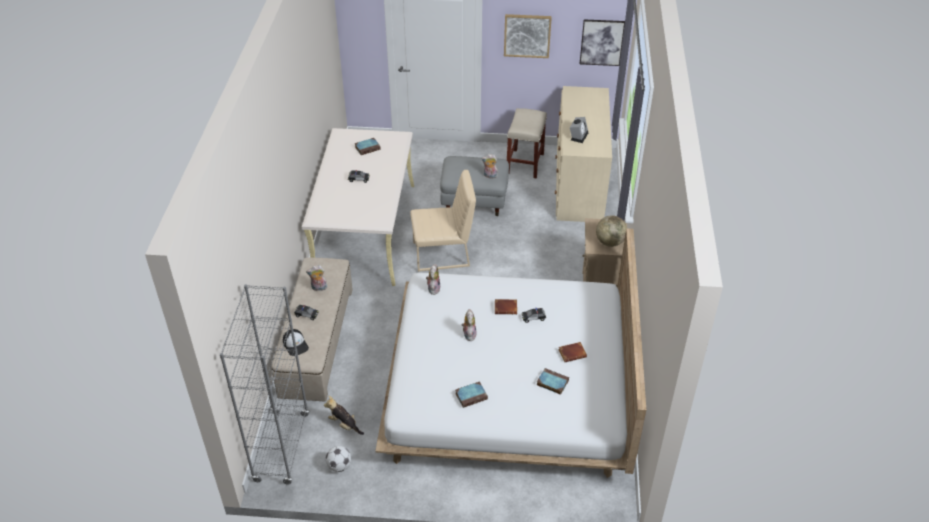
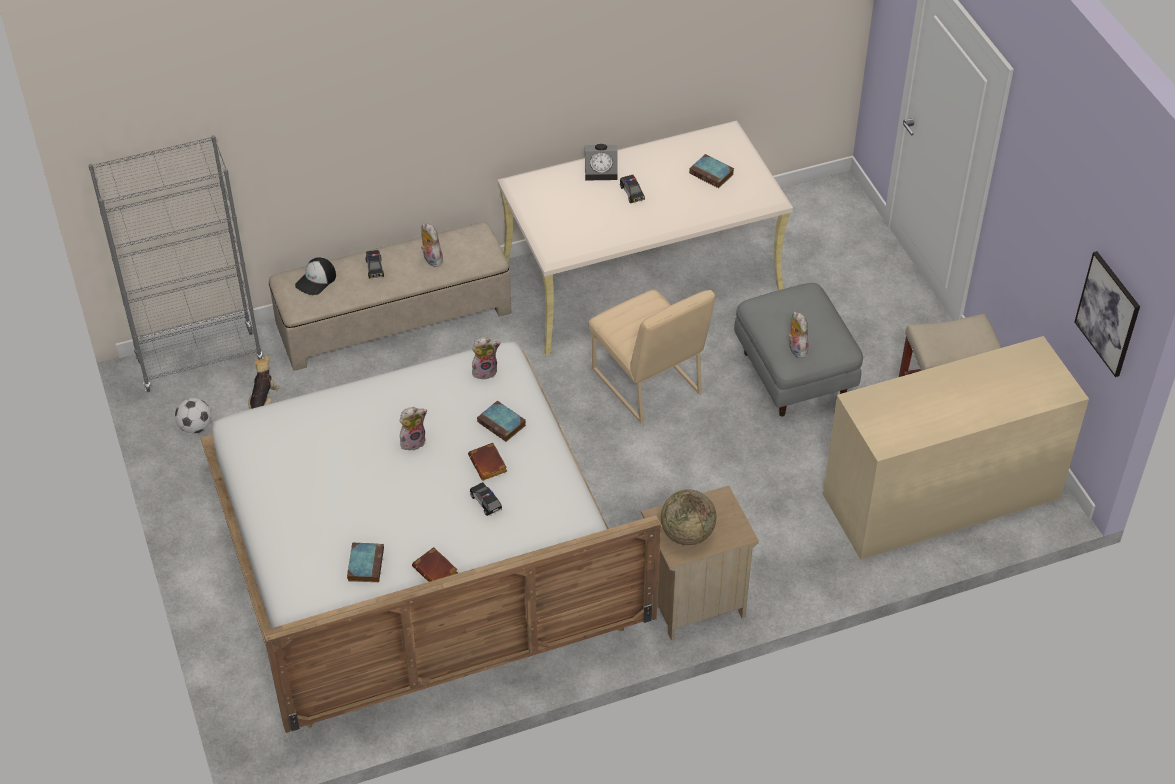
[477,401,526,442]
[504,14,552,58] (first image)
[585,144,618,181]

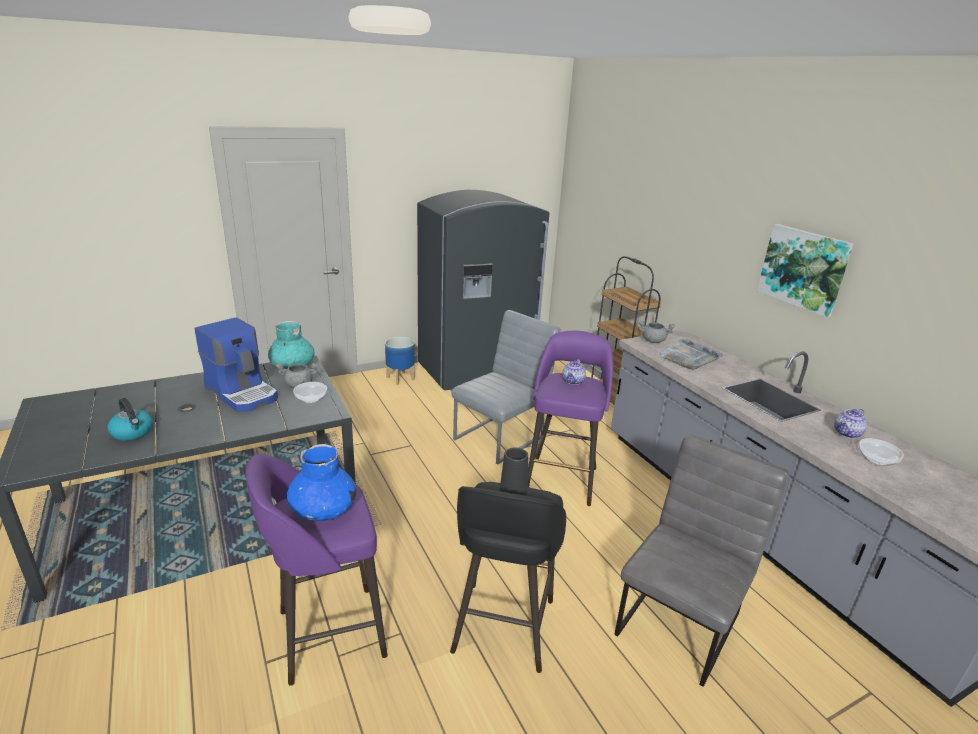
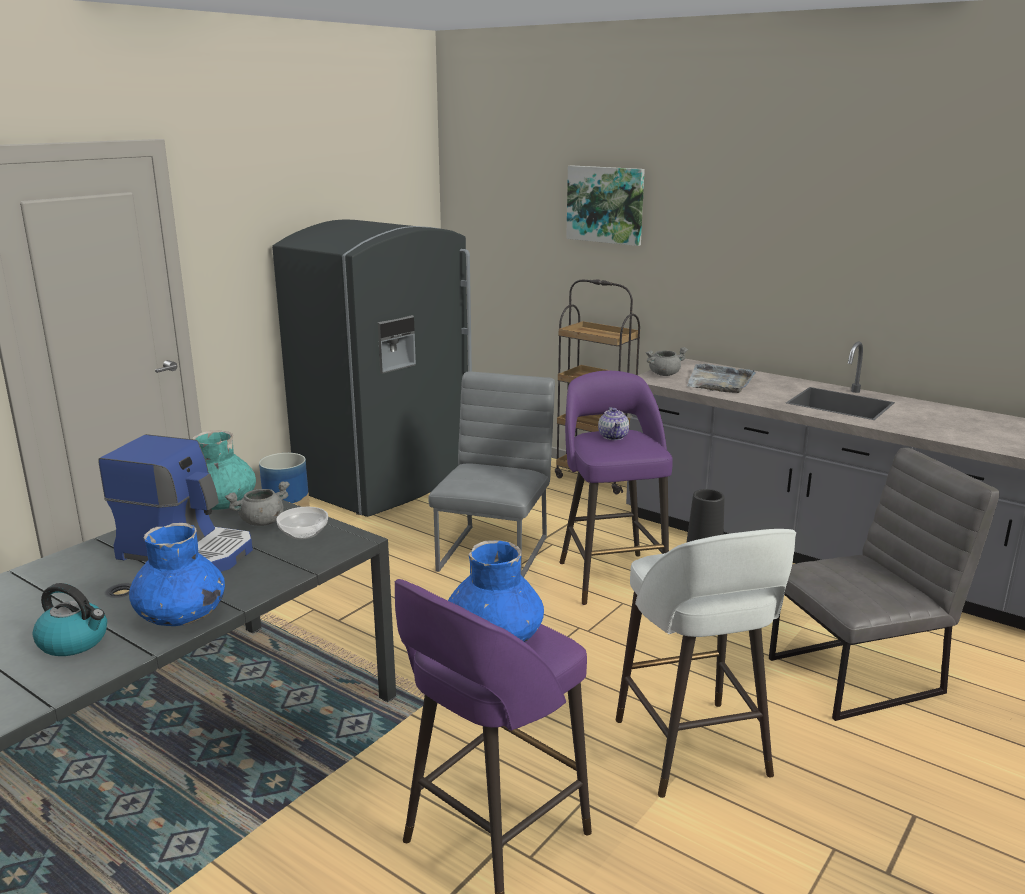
[616,529,796,798]
[769,448,1000,721]
[566,165,645,246]
[834,409,867,438] (first image)
[859,438,904,466] (first image)
[129,523,225,626]

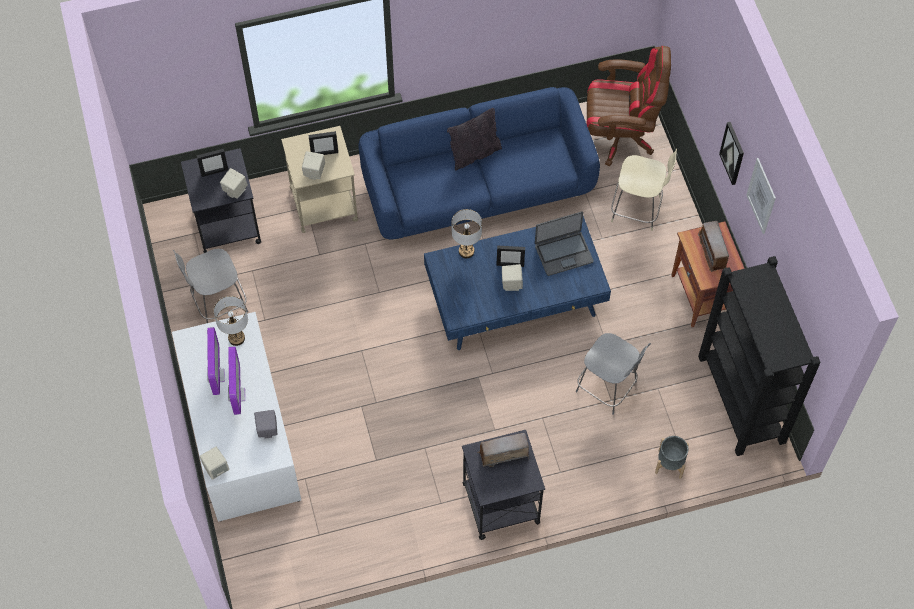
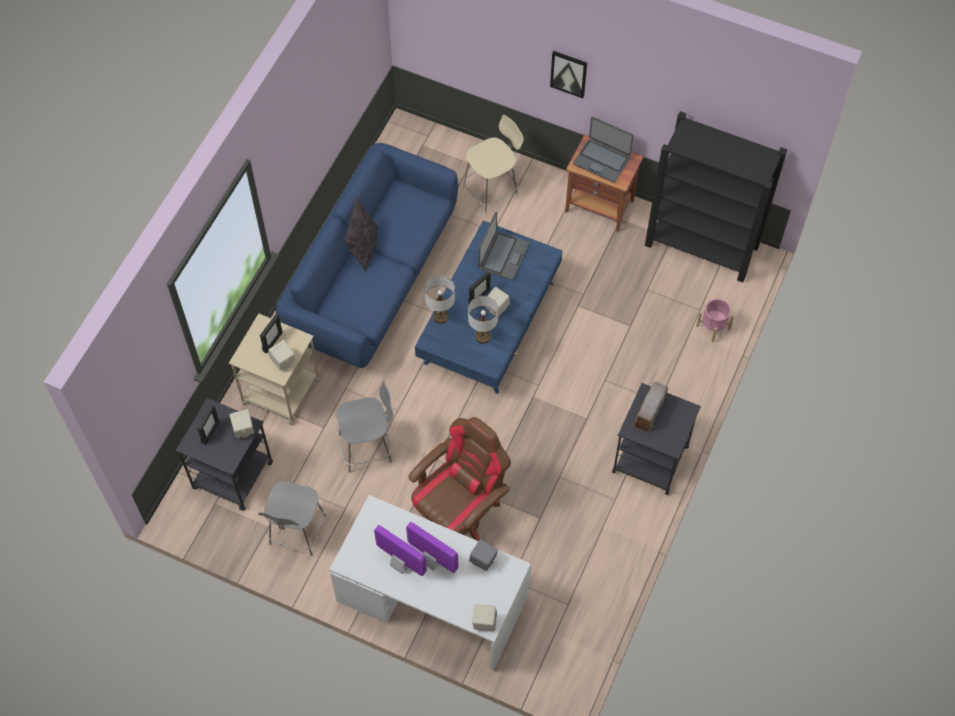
[468,296,498,344]
[337,381,393,473]
[408,417,511,541]
[696,299,734,343]
[573,117,634,183]
[746,158,776,234] (first image)

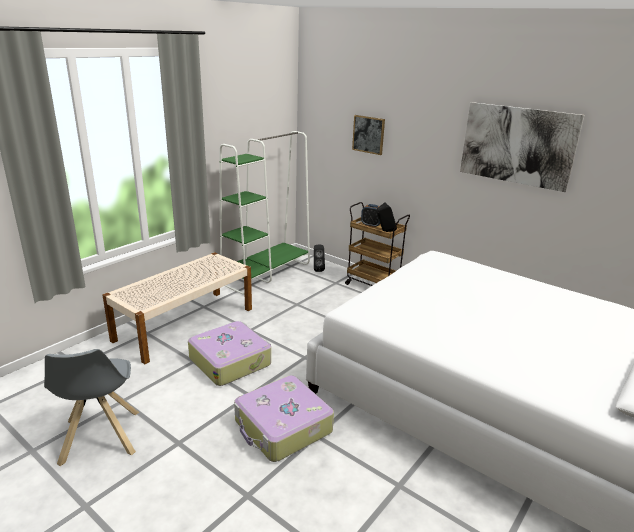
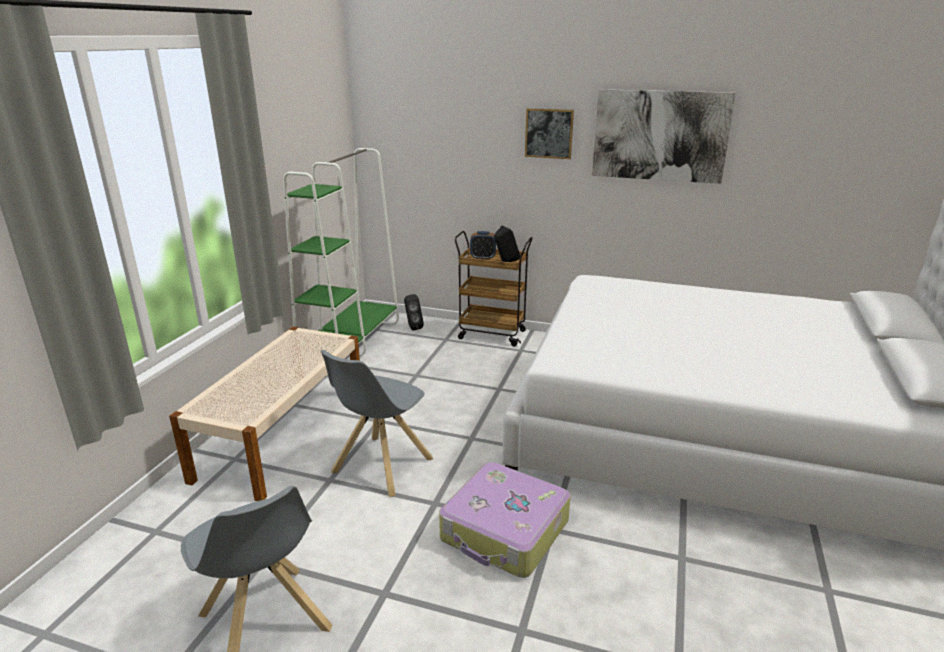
[321,350,433,497]
[525,108,574,159]

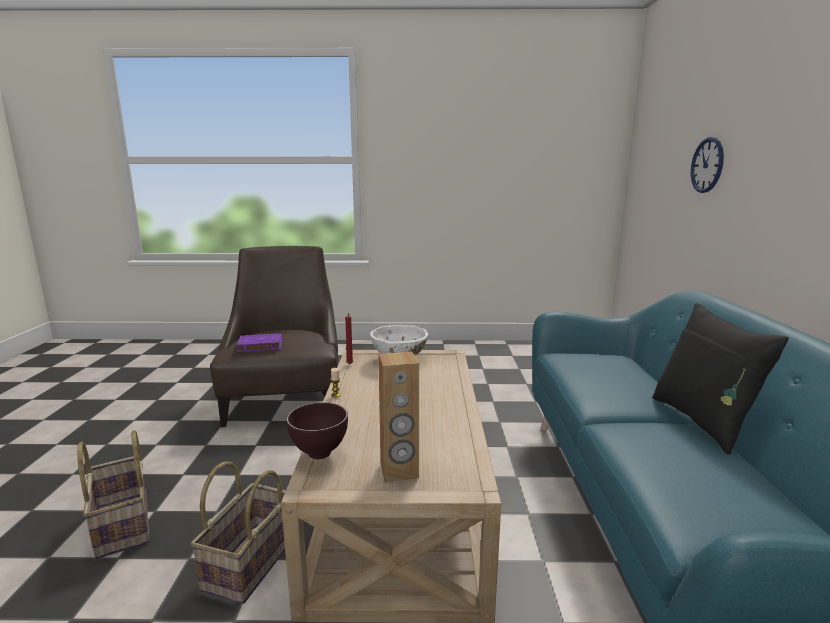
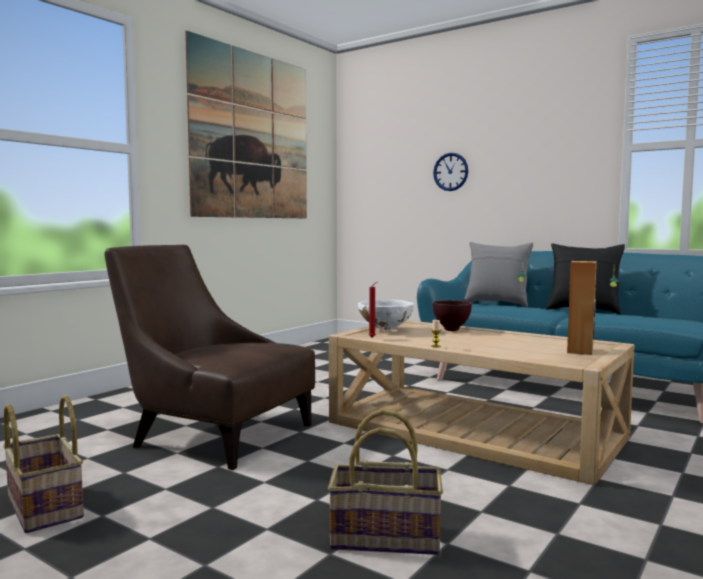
[3,395,84,533]
[237,333,282,352] (first image)
[433,300,472,331]
[185,31,307,218]
[464,242,533,307]

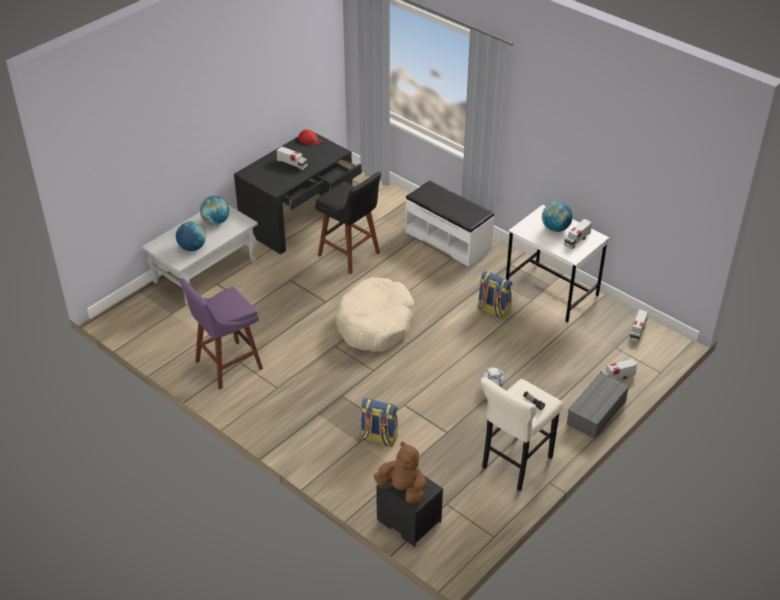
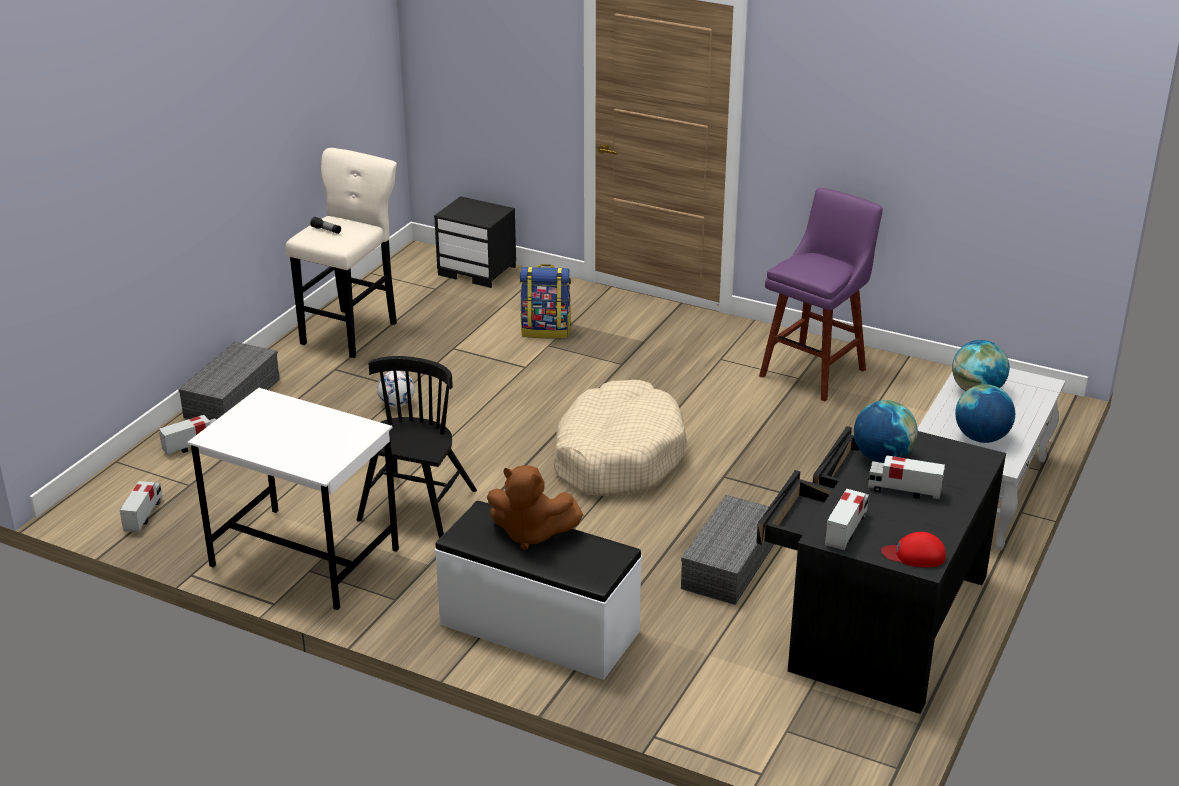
[681,495,774,605]
[487,465,583,550]
[357,356,477,538]
[854,400,918,463]
[825,489,869,550]

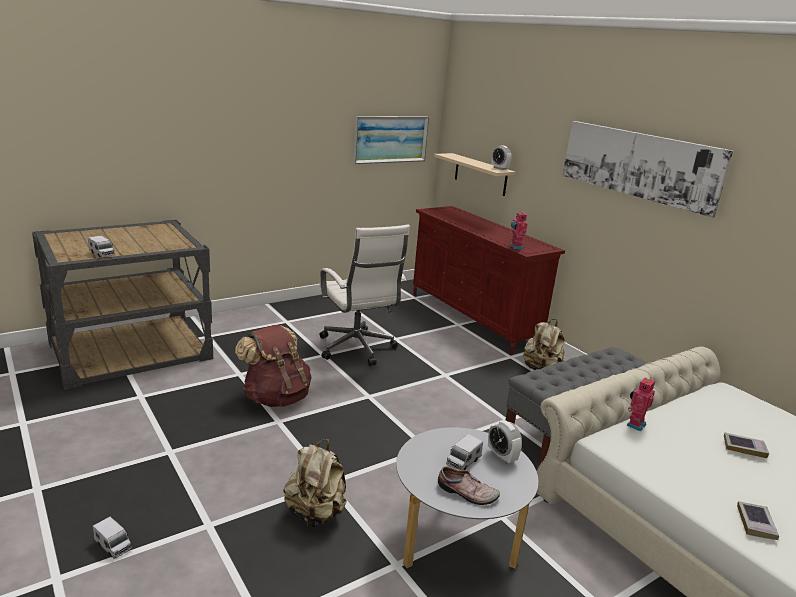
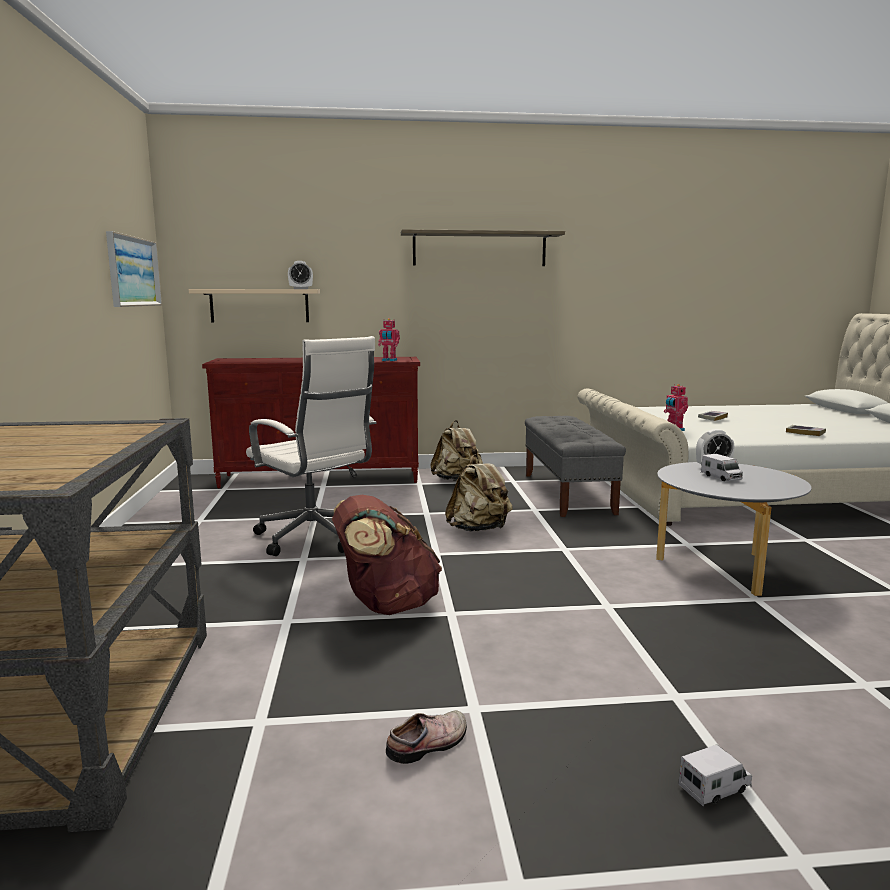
[88,236,115,257] (first image)
[445,454,512,532]
[246,336,377,556]
[386,710,467,764]
[401,229,565,266]

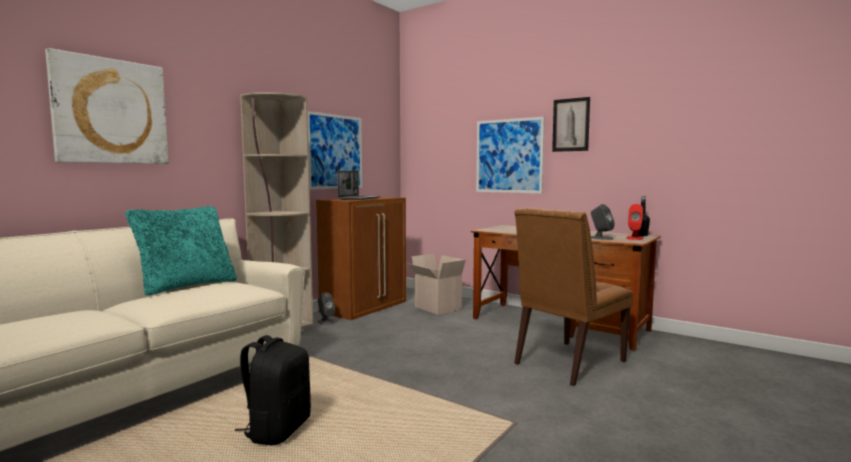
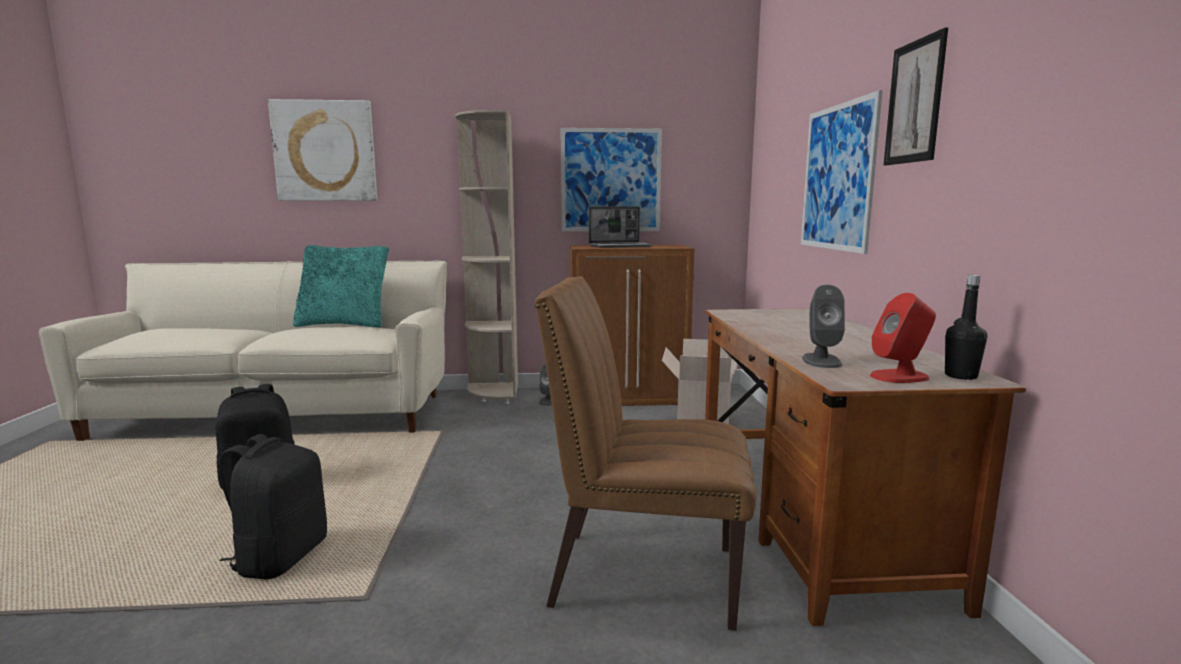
[219,434,327,580]

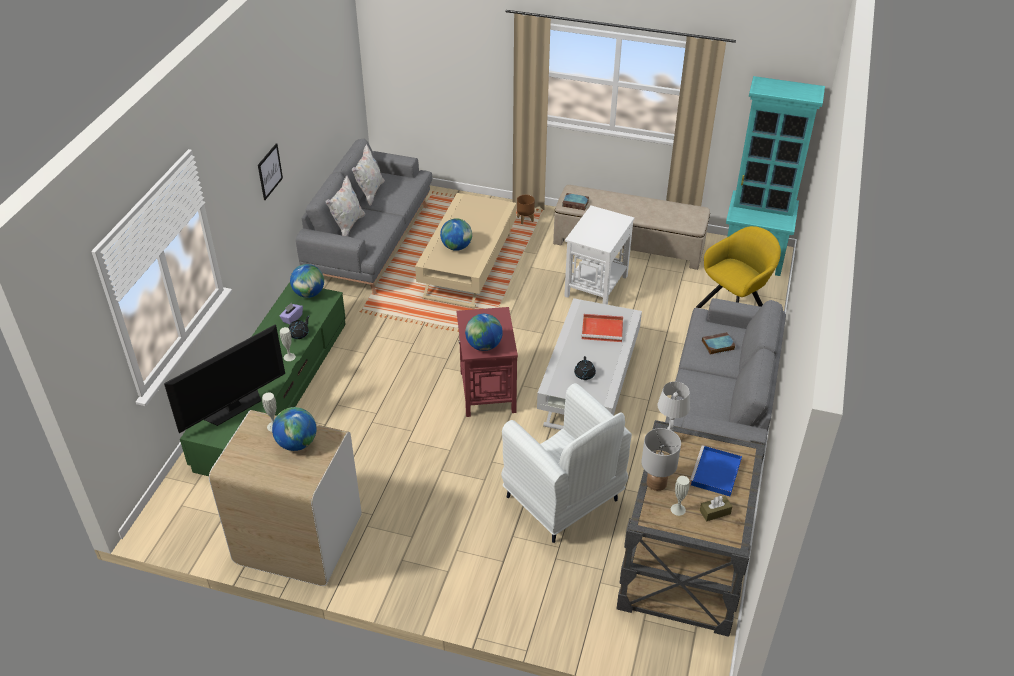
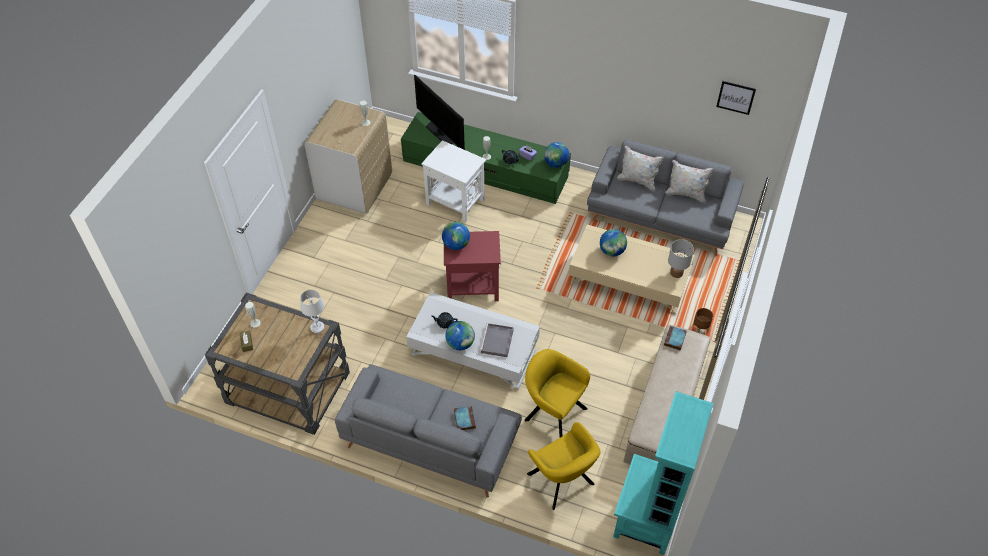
[716,81,756,115]
[445,321,475,350]
[501,383,632,543] (first image)
[421,140,486,222]
[480,323,514,357]
[668,239,694,278]
[690,445,742,496] (first image)
[525,349,590,437]

